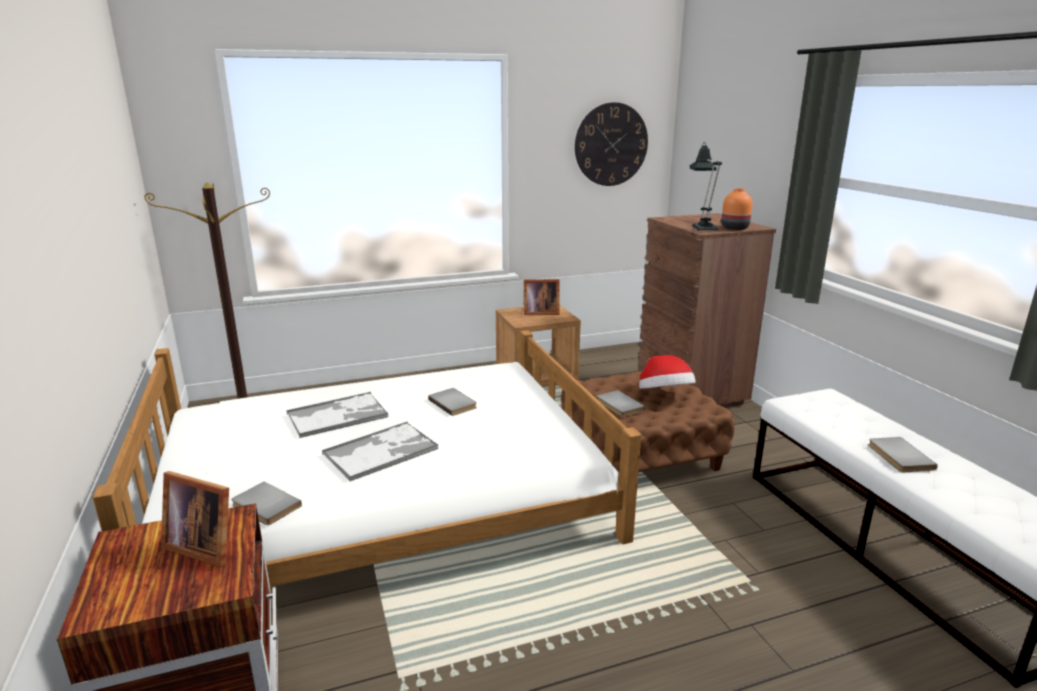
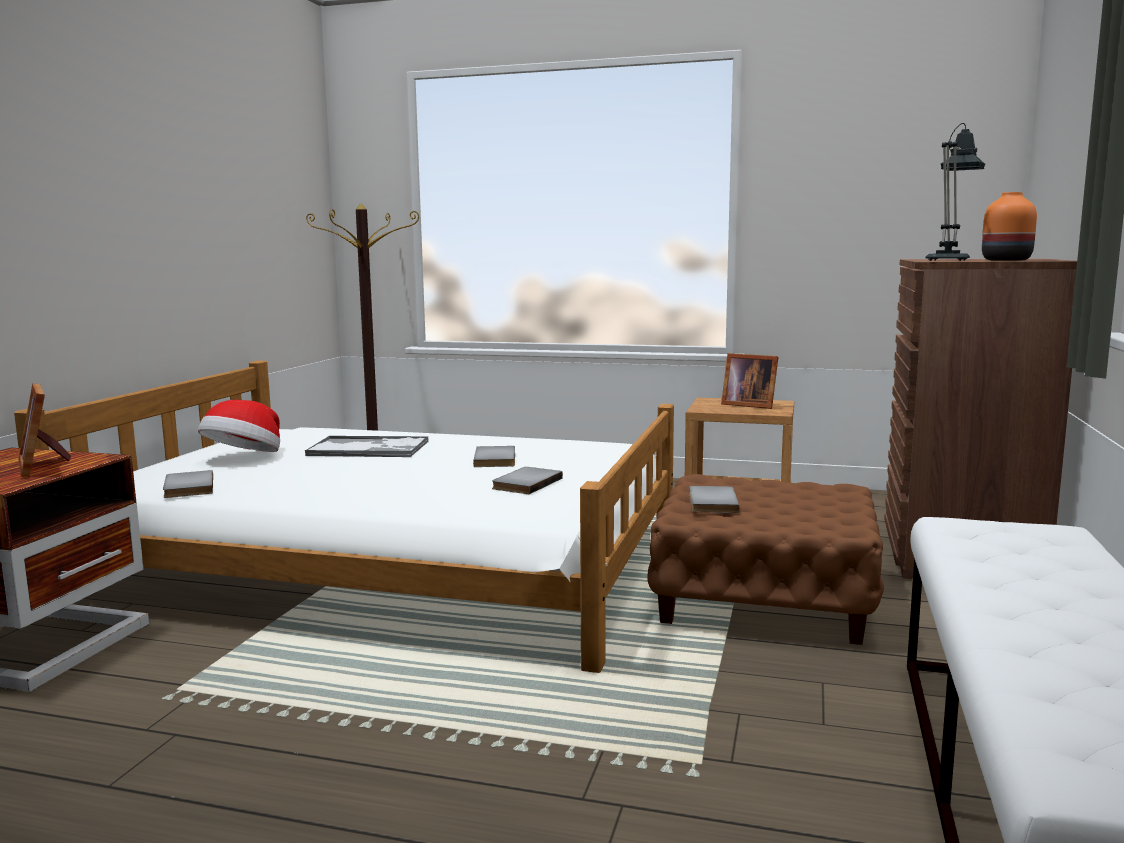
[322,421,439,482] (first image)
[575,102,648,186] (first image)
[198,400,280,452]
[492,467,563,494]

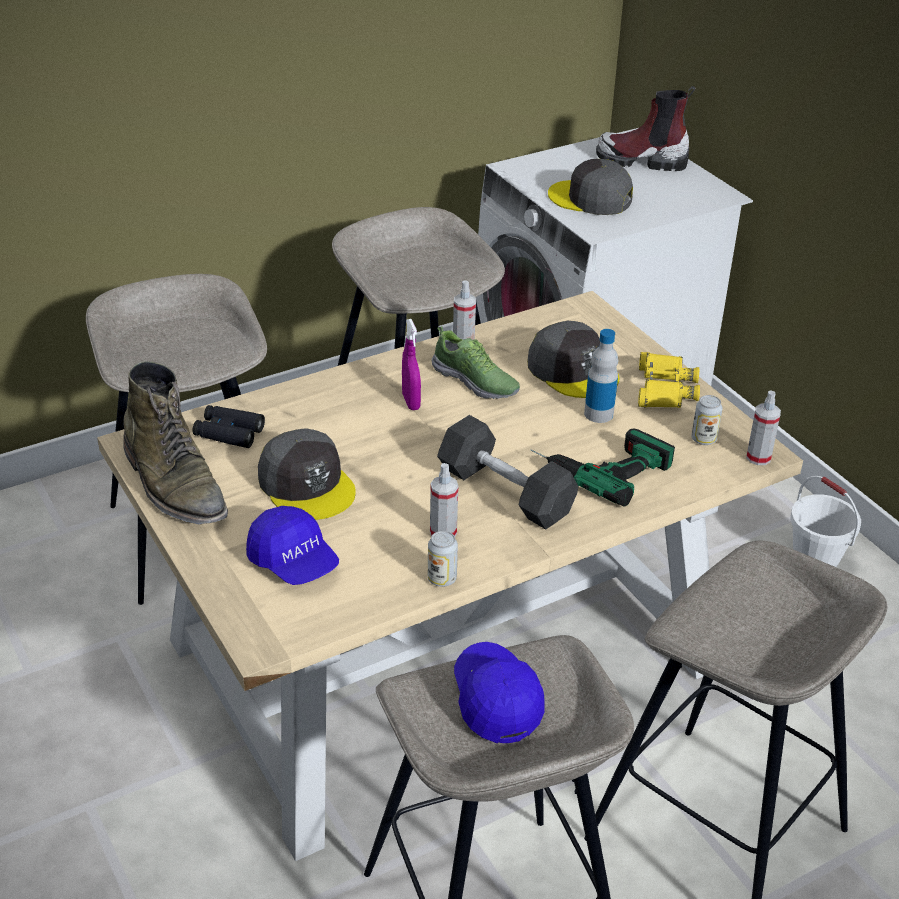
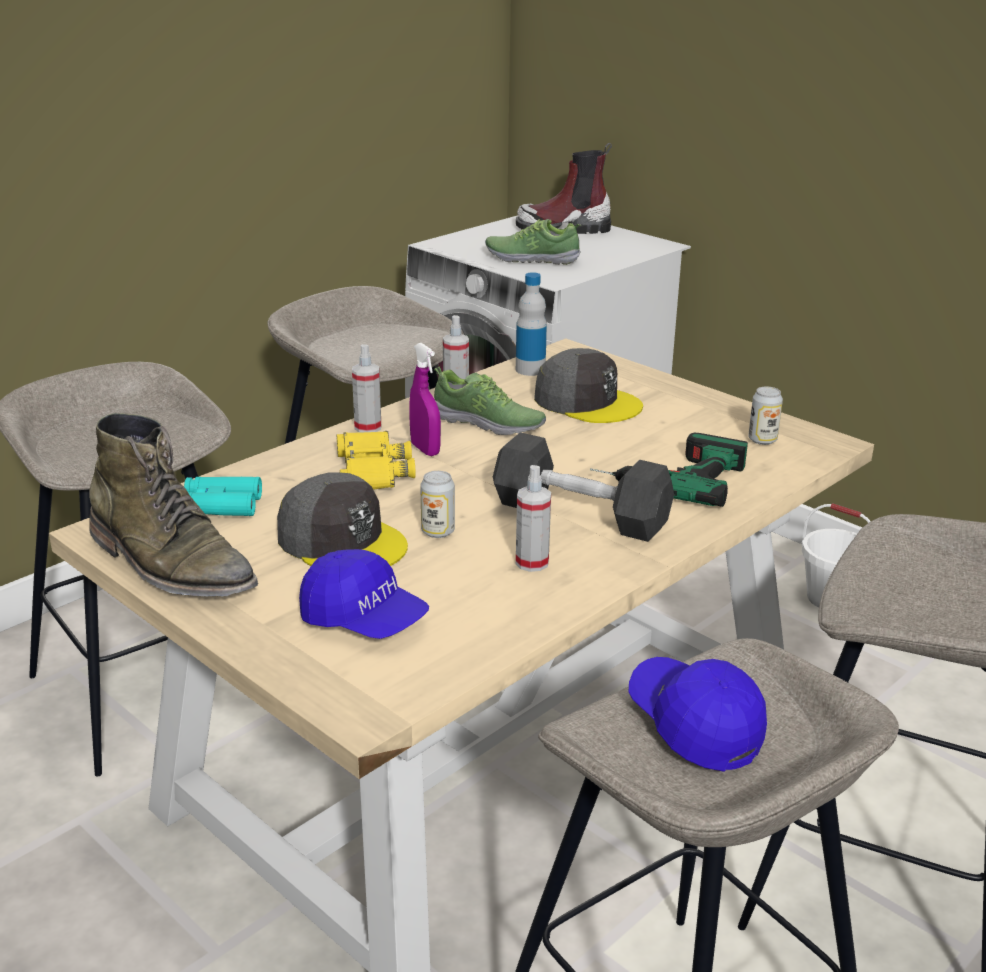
[184,477,262,516]
[420,471,455,538]
[485,219,581,265]
[516,272,547,376]
[337,431,416,490]
[352,344,381,432]

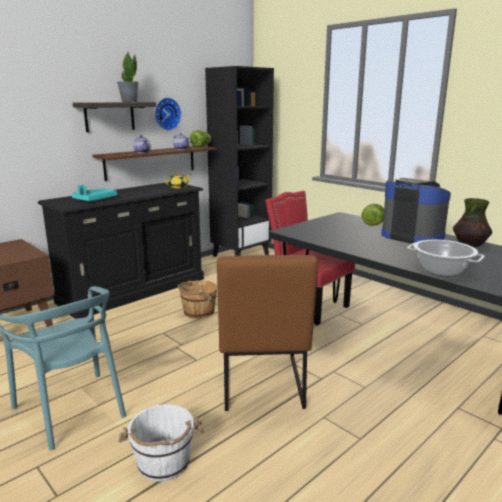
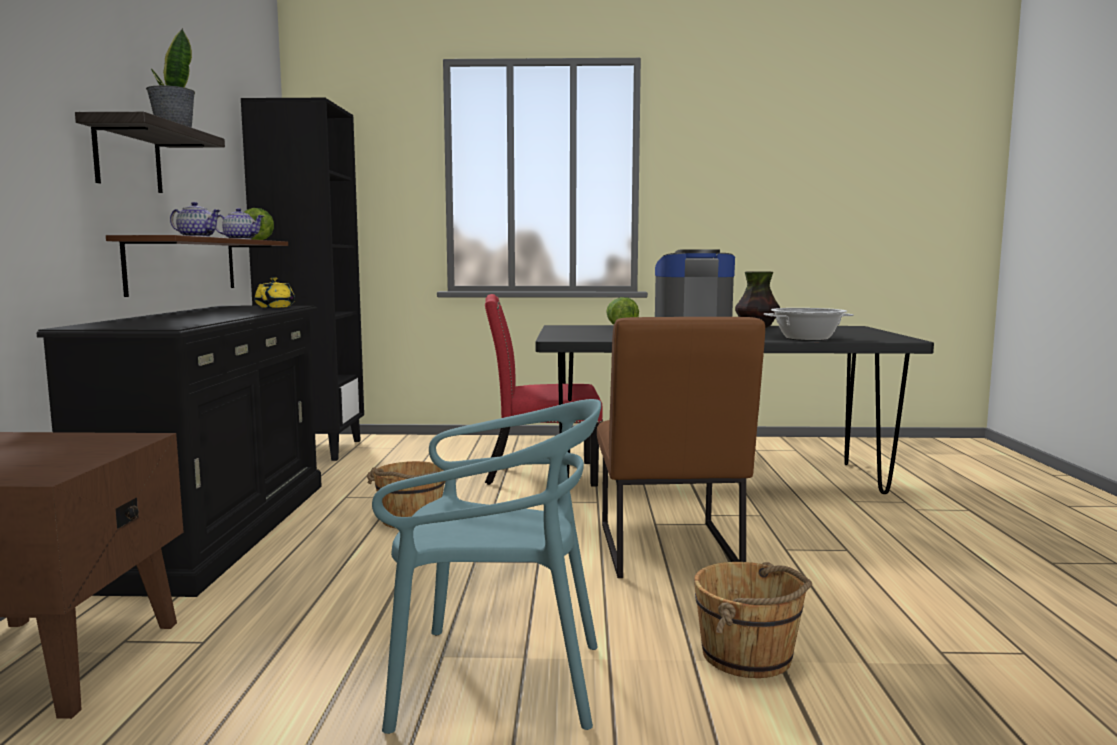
[72,185,117,201] (first image)
[694,562,812,678]
[155,98,182,130] (first image)
[597,317,765,578]

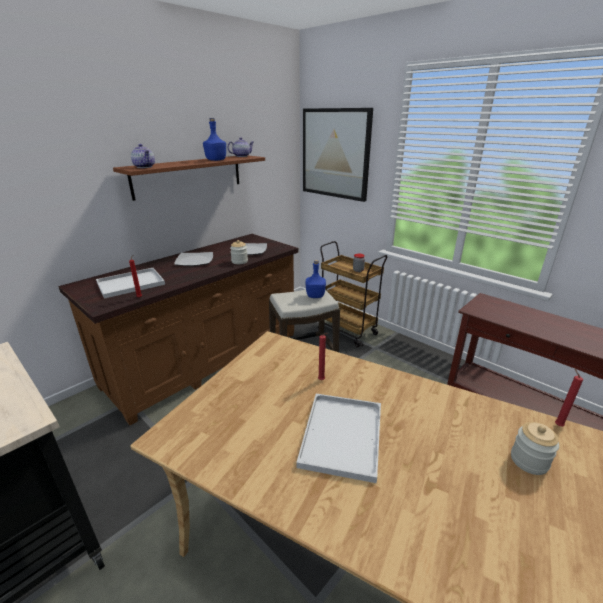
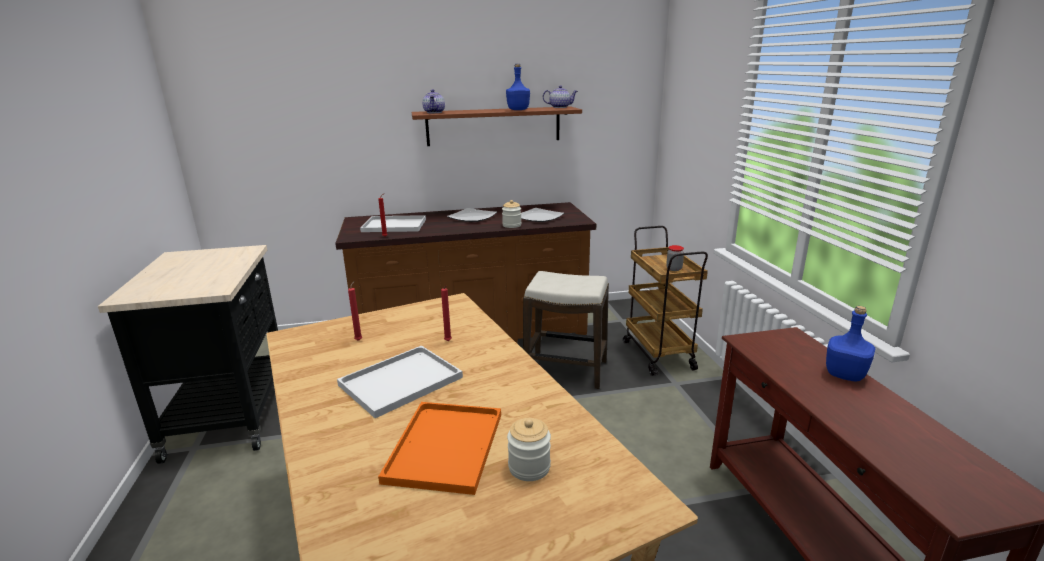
[303,108,373,202] (first image)
[826,306,875,382]
[348,281,362,341]
[378,402,501,495]

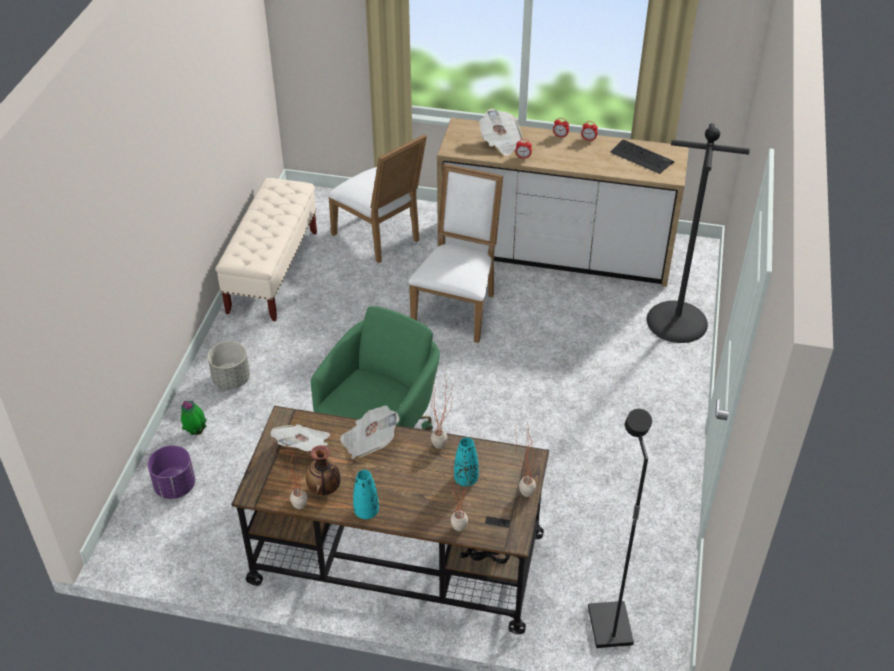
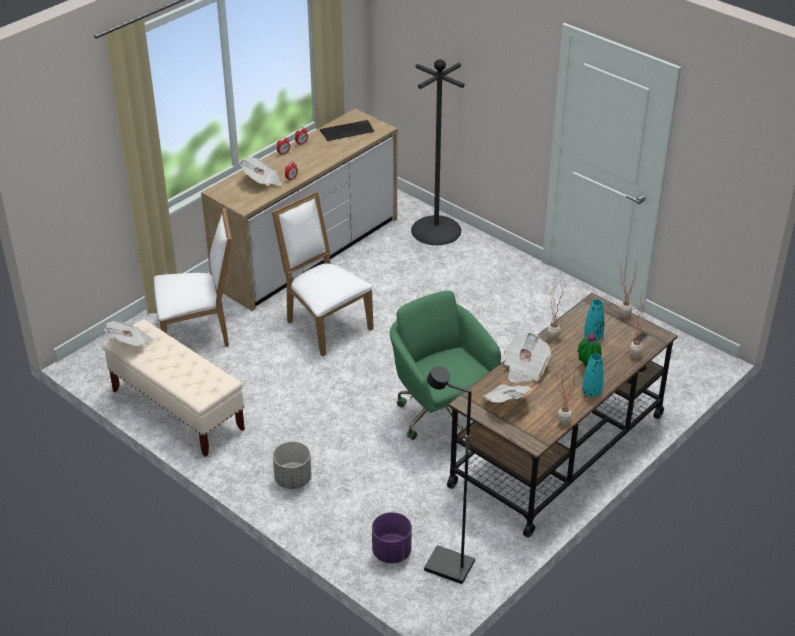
[577,331,602,366]
[306,445,340,496] (first image)
[424,366,475,584]
[104,321,154,347]

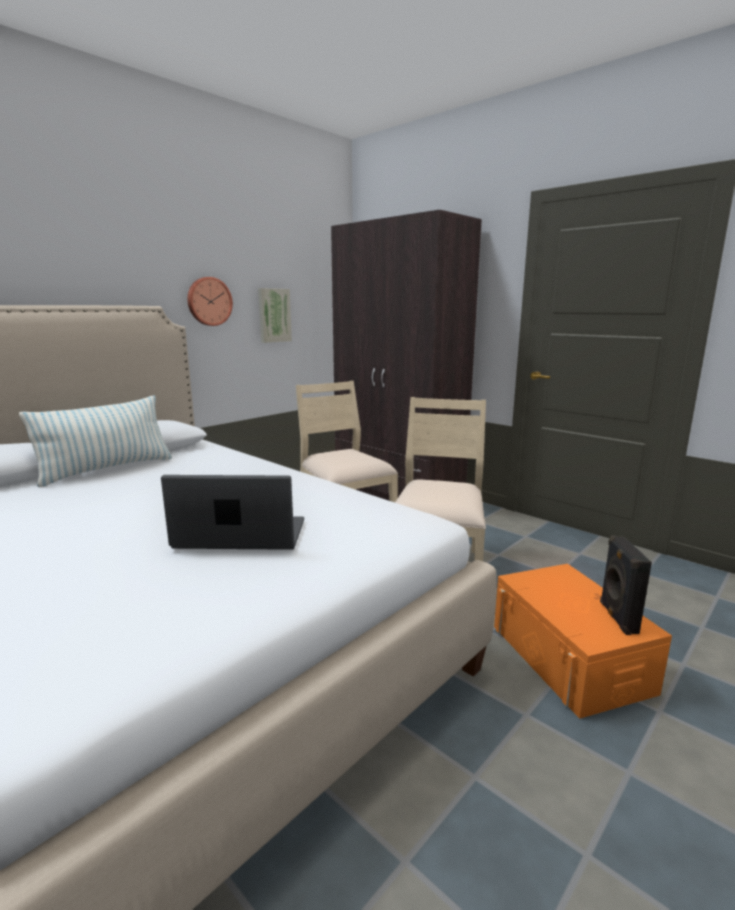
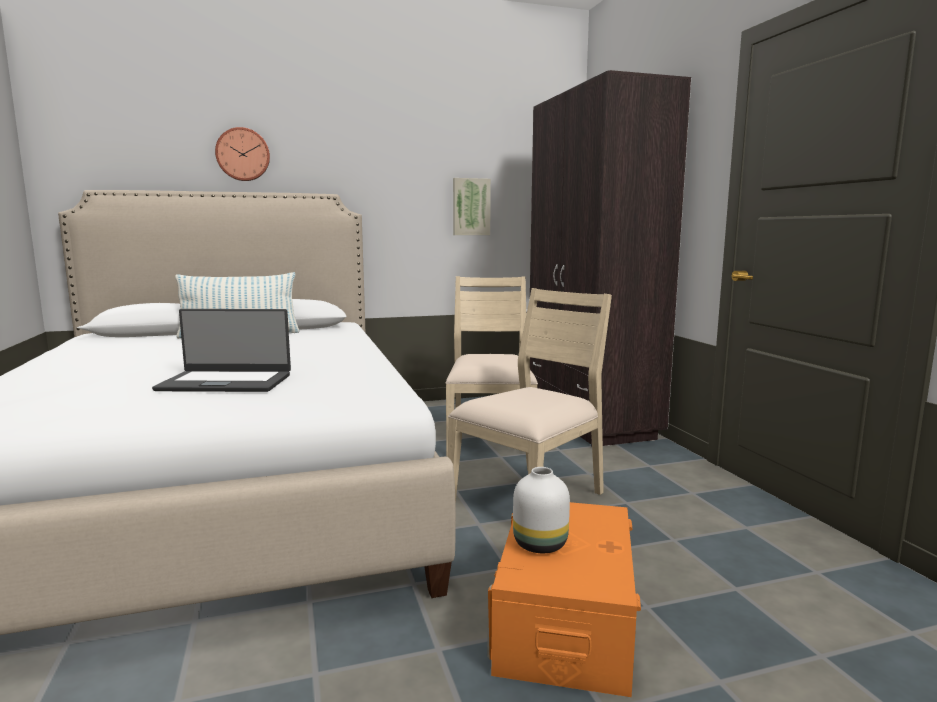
[152,309,291,392]
[215,127,270,181]
[600,536,652,635] (first image)
[513,467,570,553]

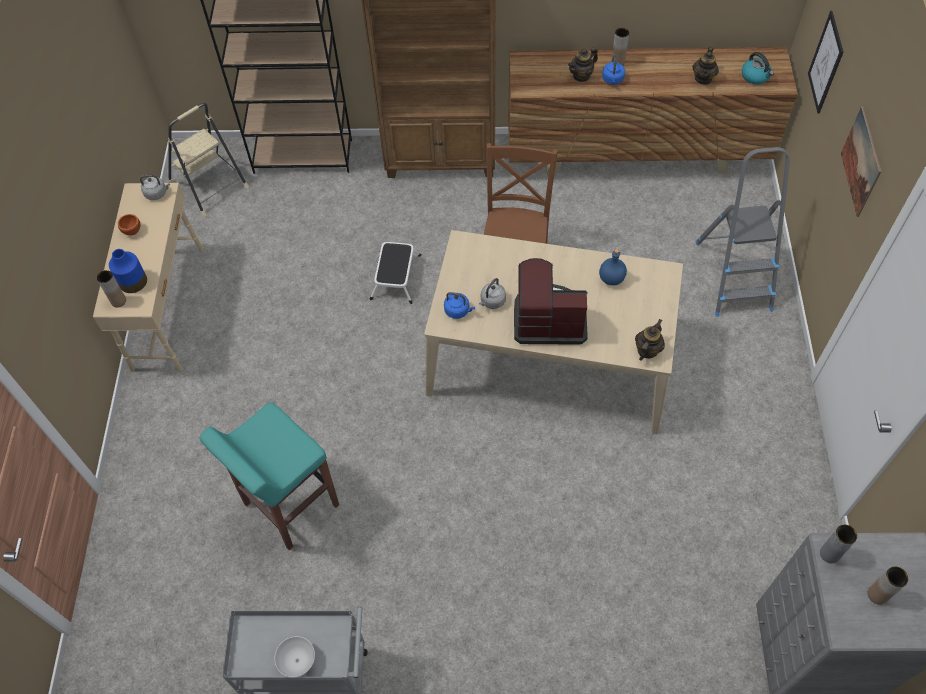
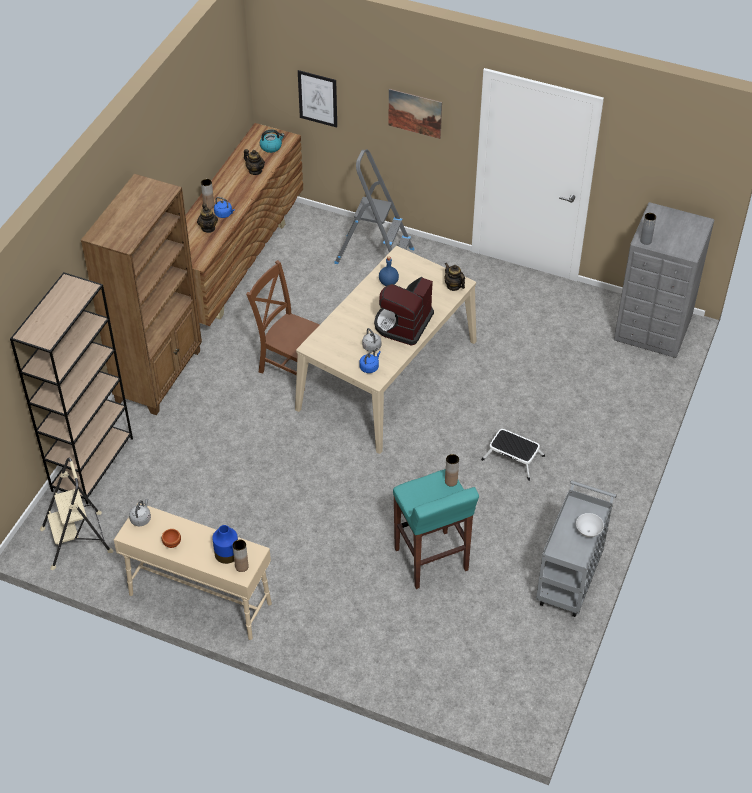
[481,429,545,481]
[445,454,459,487]

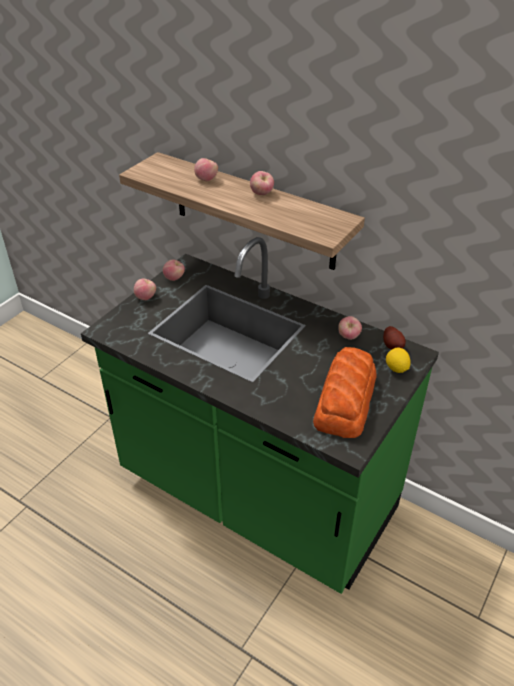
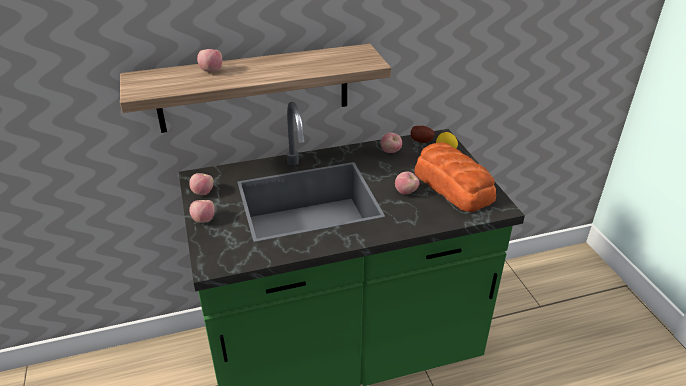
[395,171,419,195]

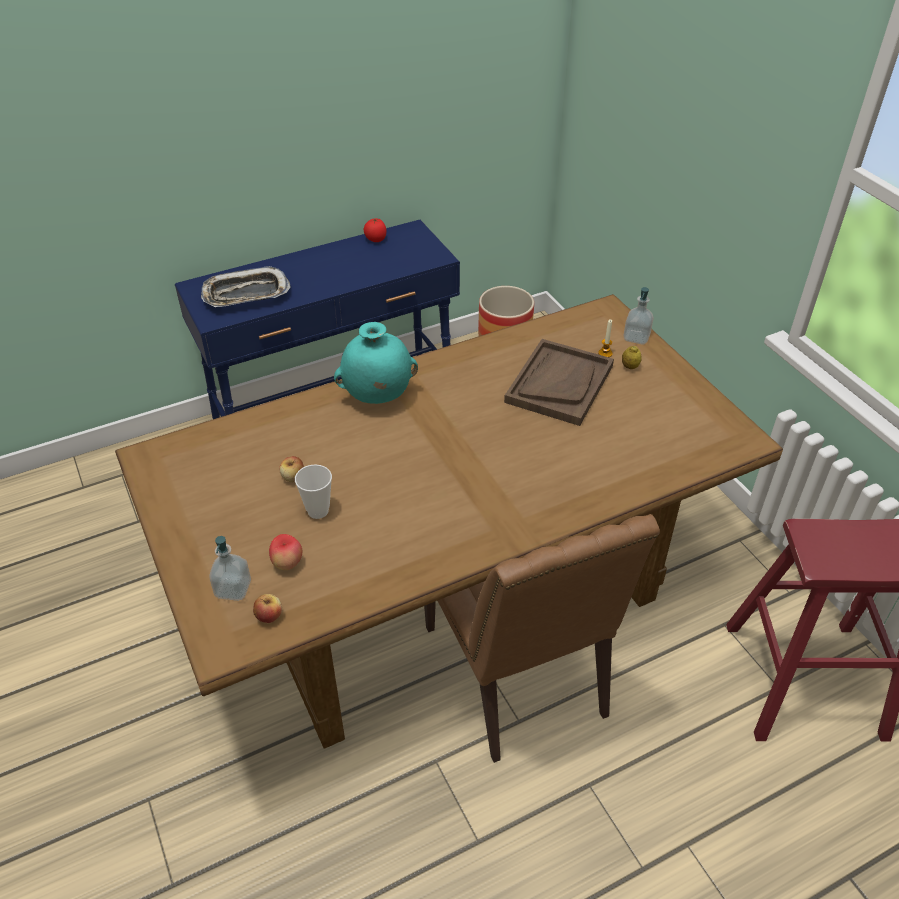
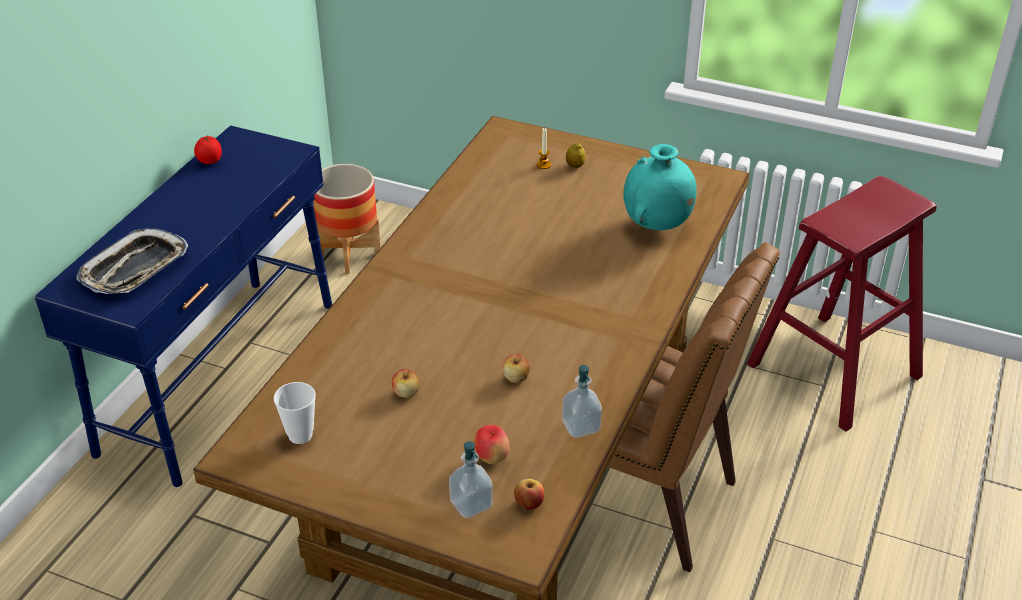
[274,382,316,444]
[623,144,697,230]
[504,339,614,426] (first image)
[562,365,602,438]
[502,354,530,383]

